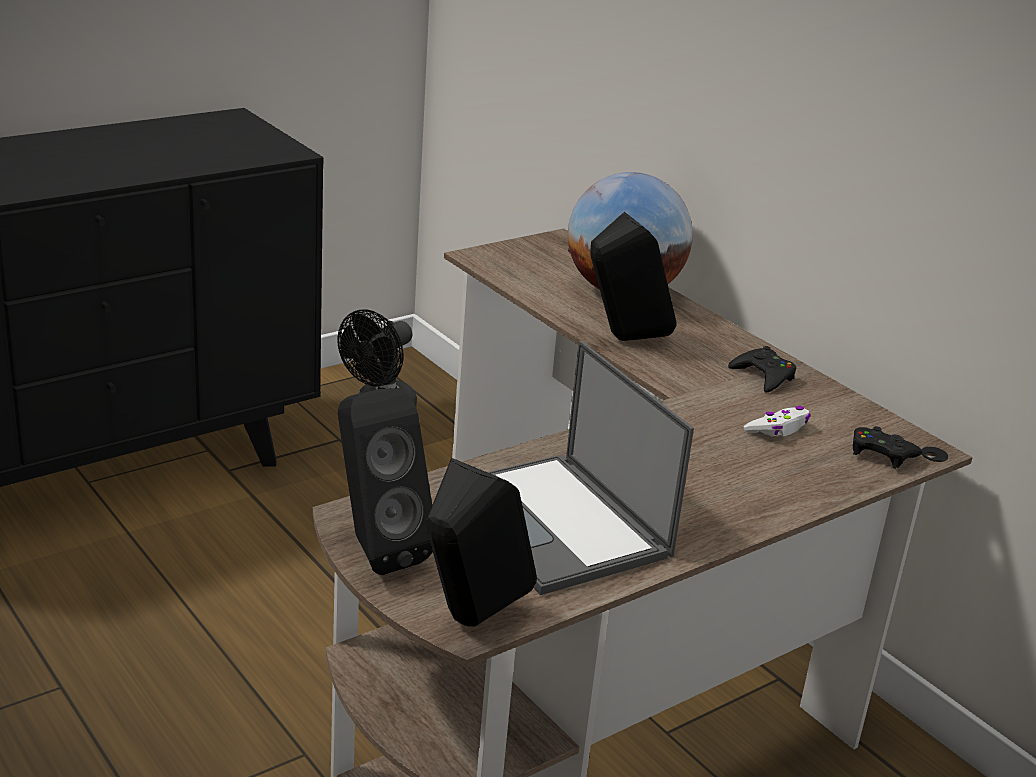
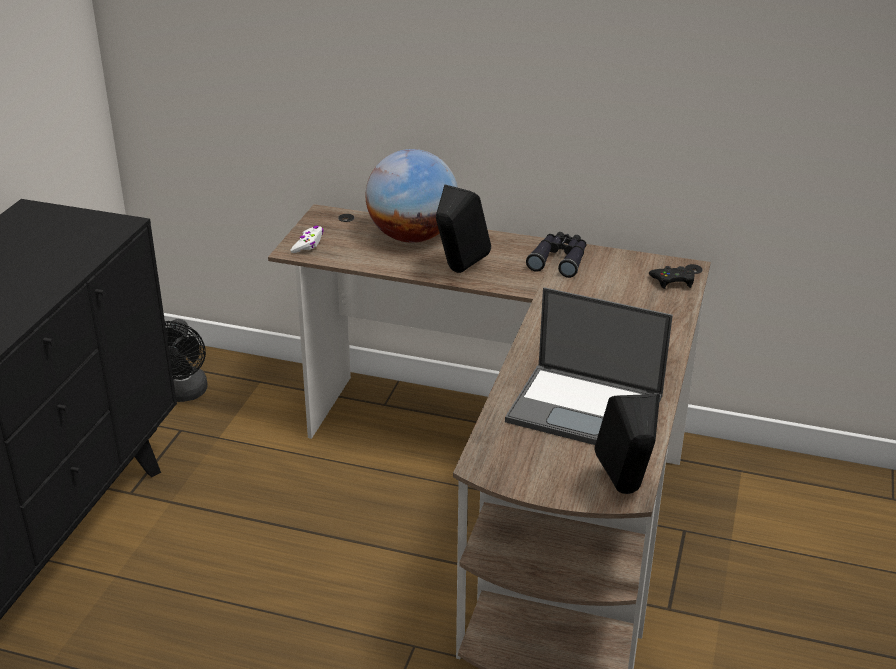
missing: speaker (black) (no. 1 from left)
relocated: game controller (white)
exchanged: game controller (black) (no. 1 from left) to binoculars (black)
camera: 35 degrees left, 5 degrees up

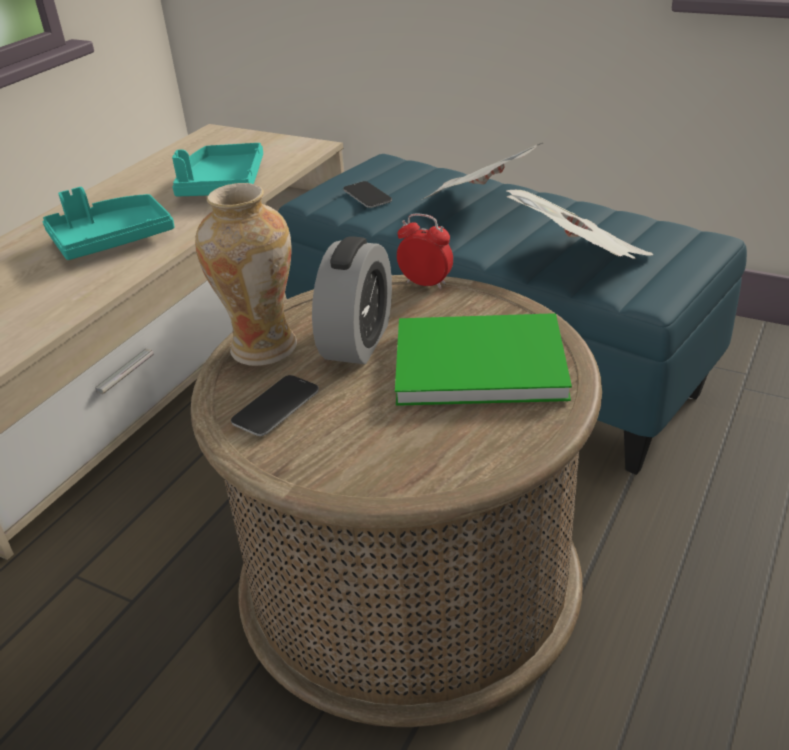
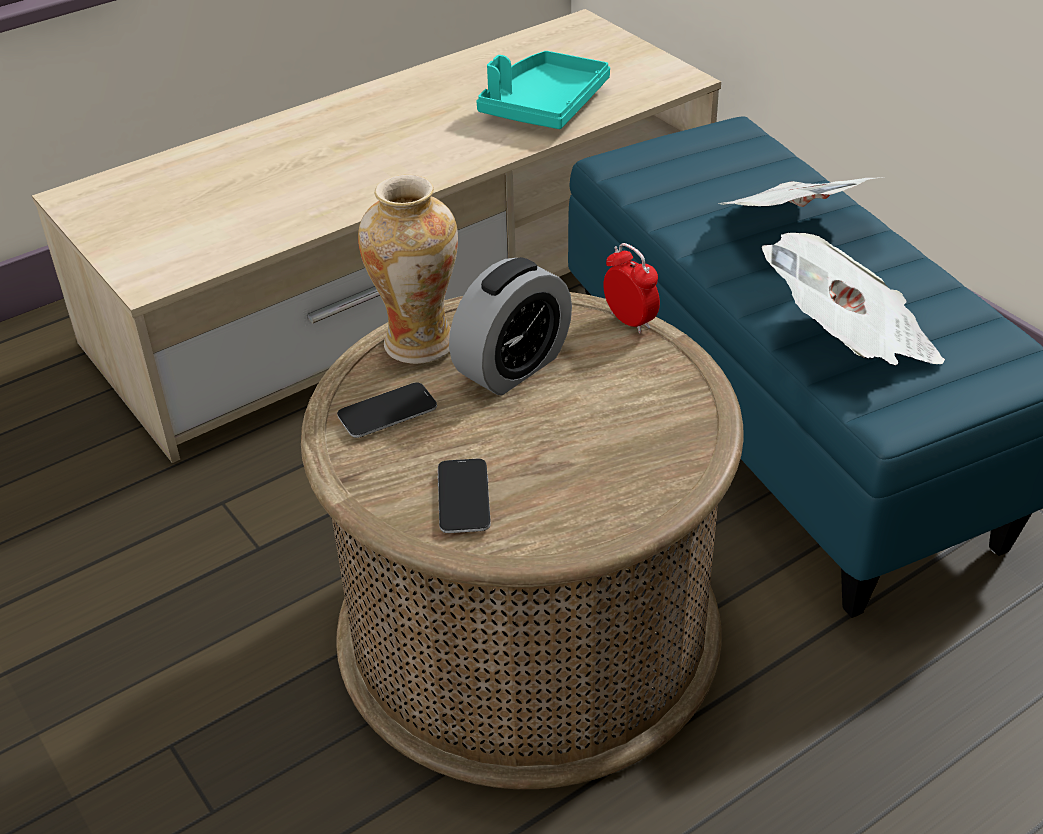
missing: tray (turquoise) (no. 1 from left); book (green)
relocated: phone (no. 2 from left)
camera: 25 degrees right, 5 degrees up

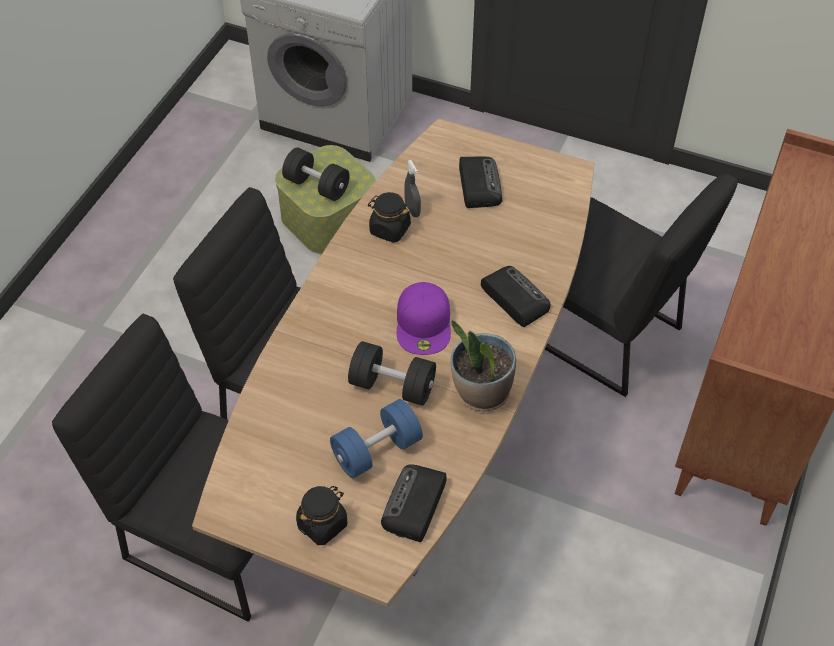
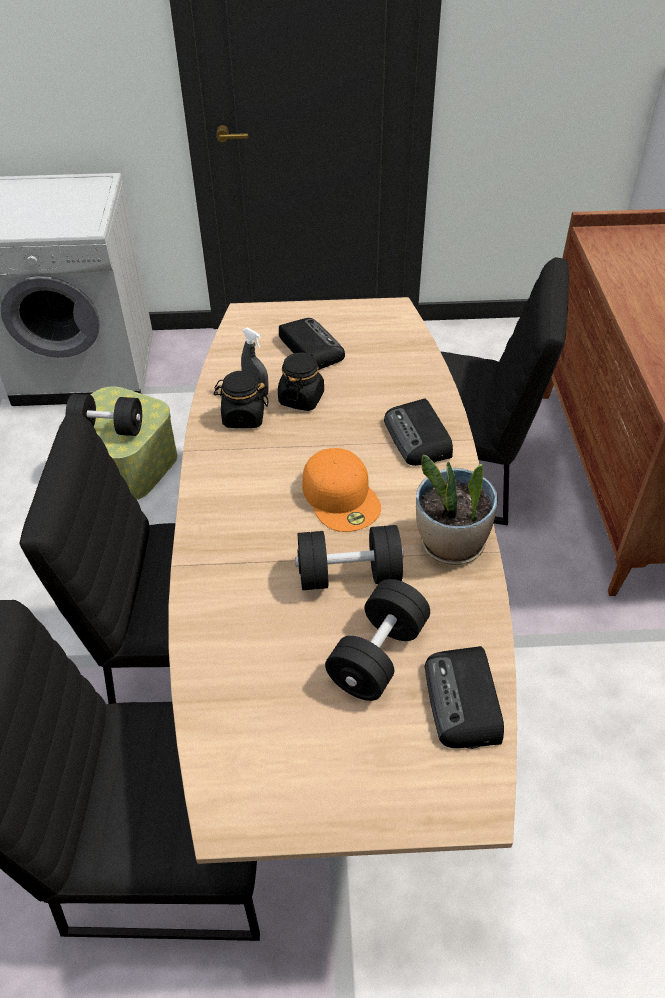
relocated: jar (black) (no. 1 from left in the first image) to jar (black) (no. 2 from left)
colour: dumbbell (blue) to dumbbell (black) (no. 3 from left); cap (purple) to cap (orange)
spun: radio (no. 3 from left in the first image) 135 degrees counterclockwise
camera: 25 degrees left, 5 degrees down

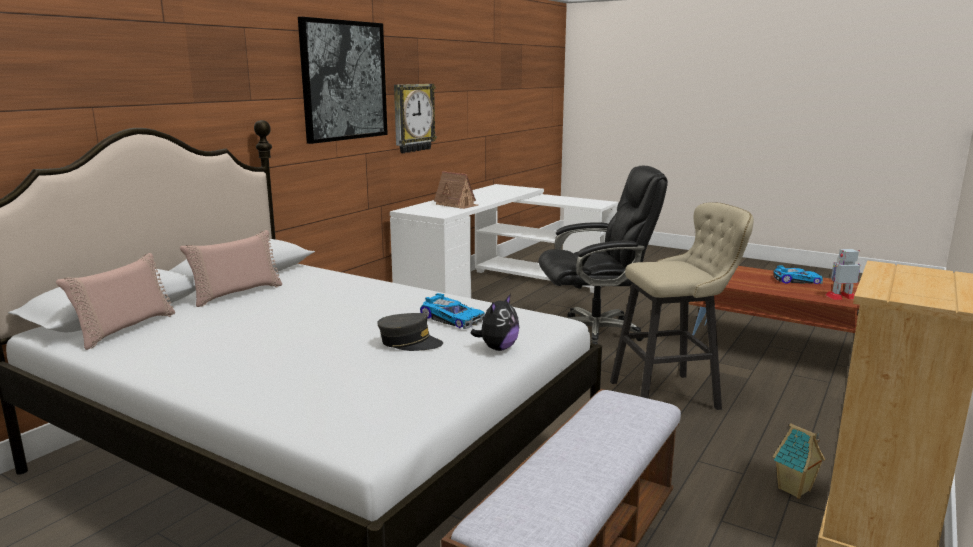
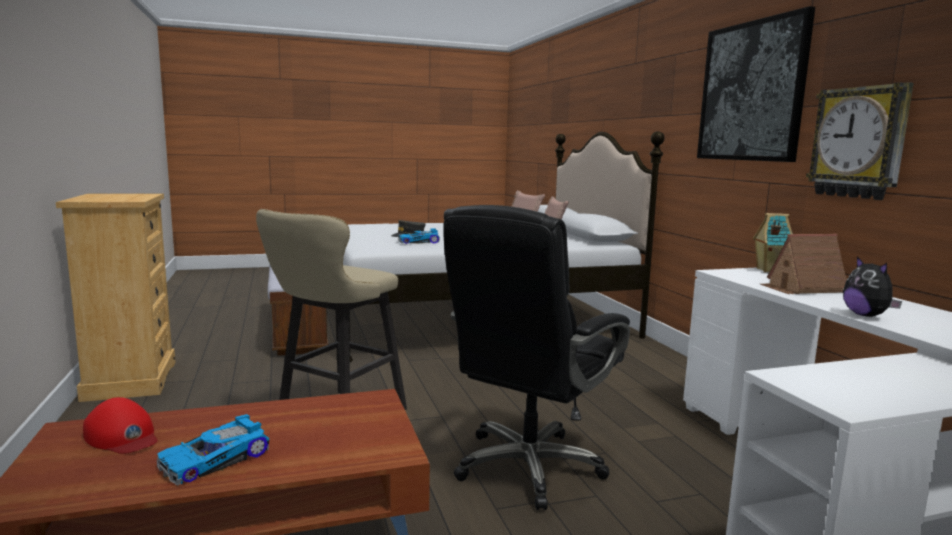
relocated: plush toy; toy house (no. 2 from left in the first image) to toy house (no. 1 from left)
exchanged: toy robot to cap (red)
camera: 130 degrees right, 5 degrees down

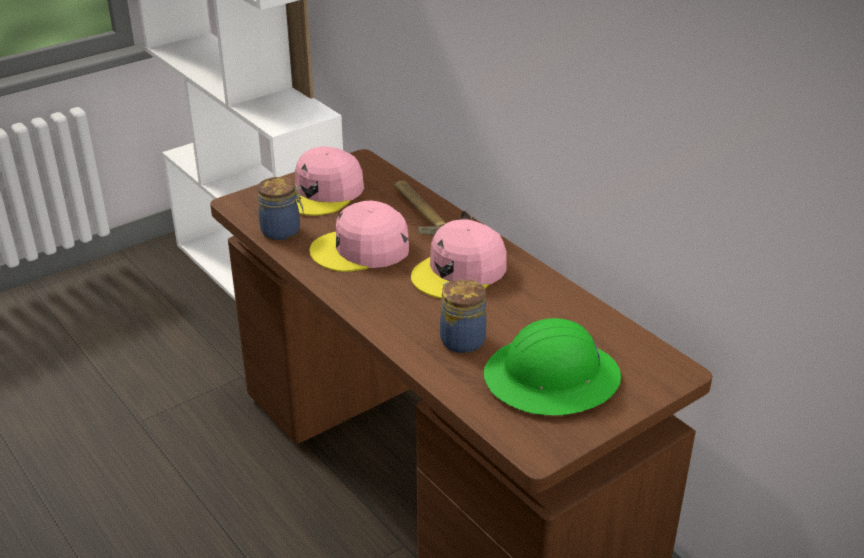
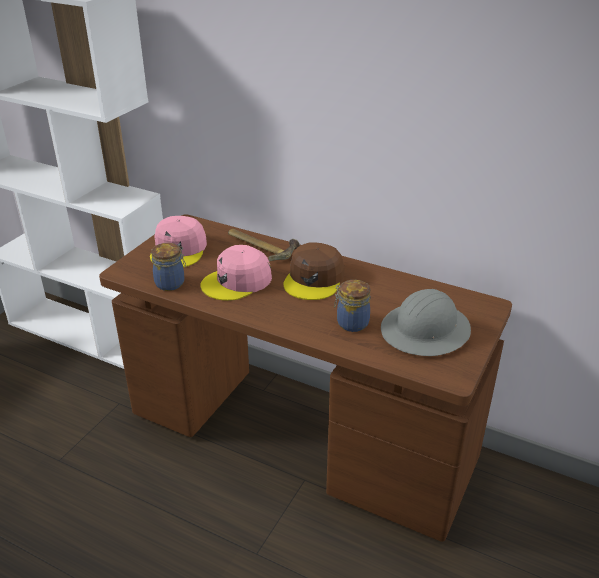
colour: cap (pink) (no. 3 from left) to cap (brown); hard hat (green) to hard hat (grey)
camera: 25 degrees left, 0 degrees up

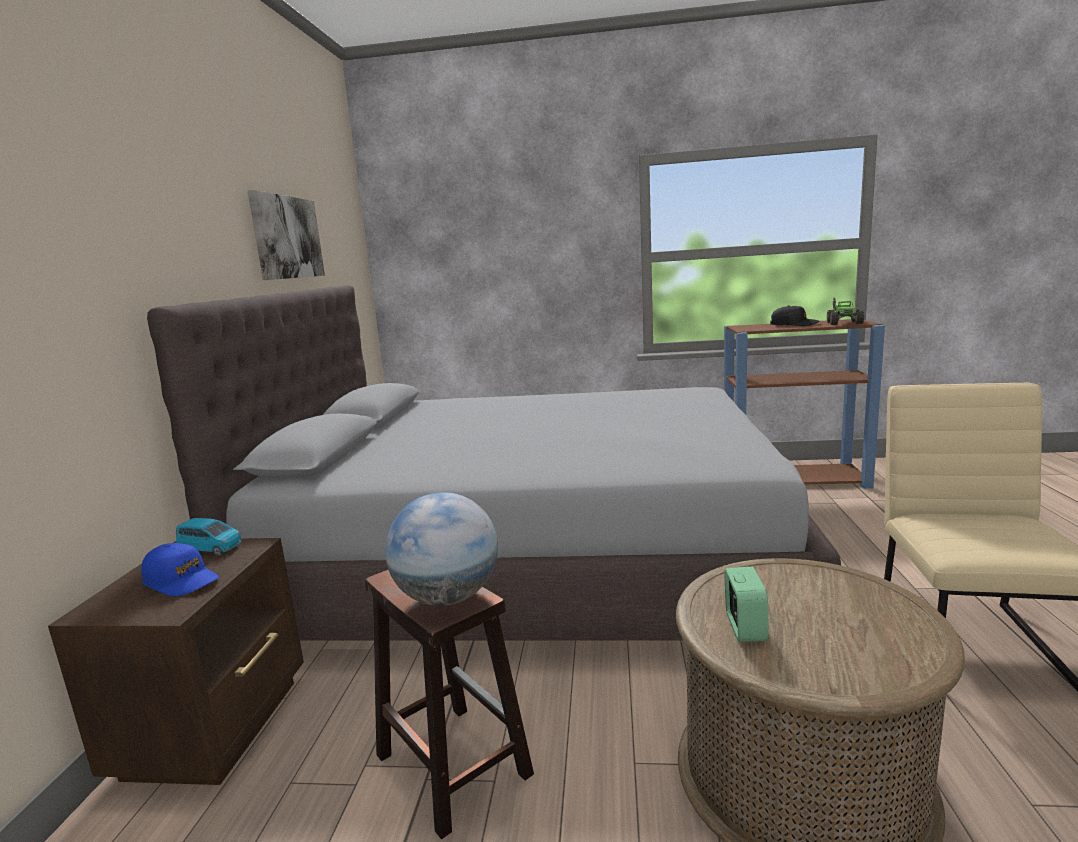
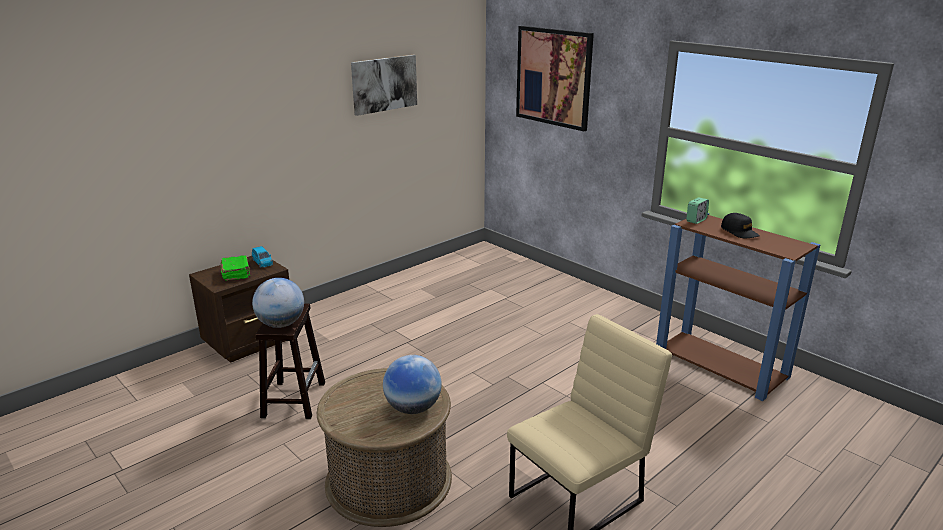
missing: bed (grey); toy truck
appeared: globe (no. 2 from left); picture (no. 2 from left)
relocated: alarm clock
exchanged: cap (blue) to book (green)
camera: 40 degrees right, 10 degrees up

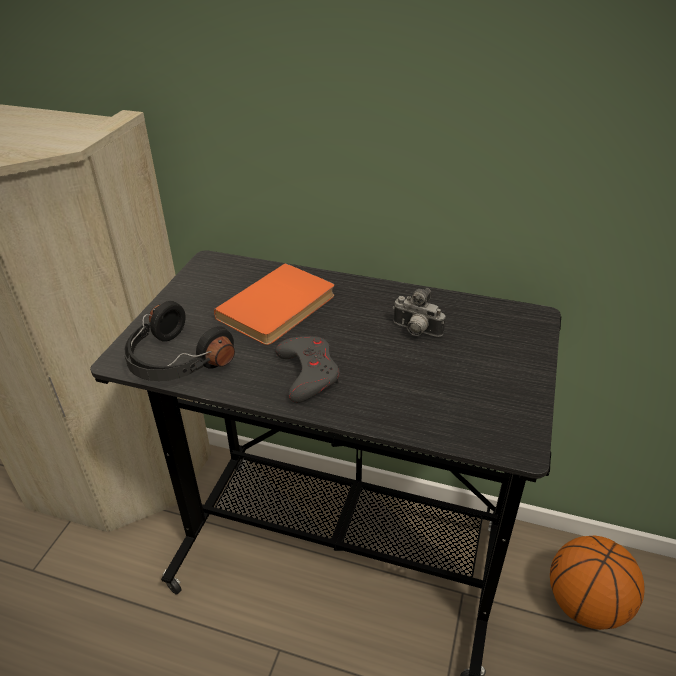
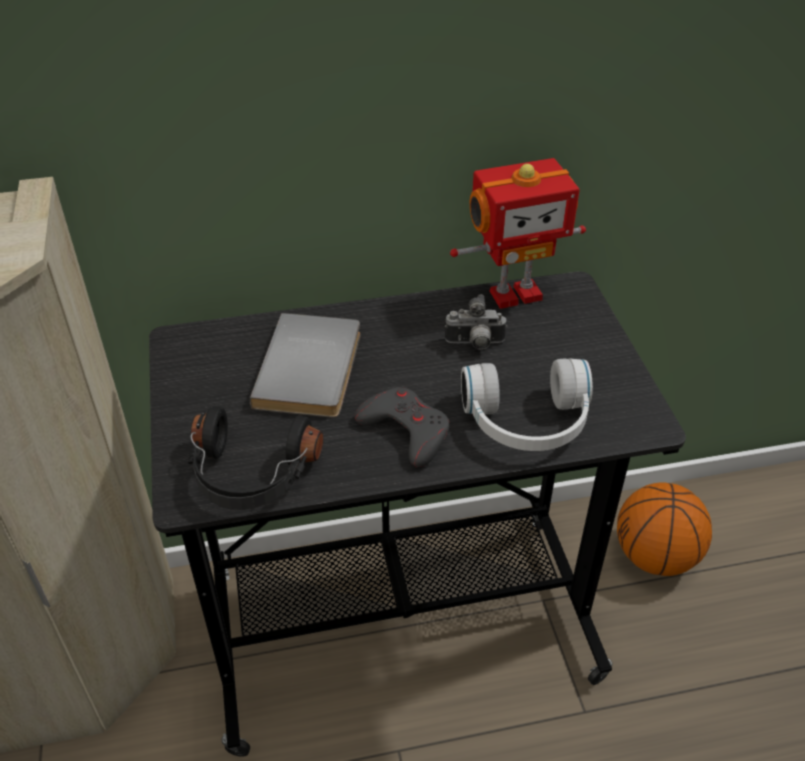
appeared: toy robot; headphones (white)
colour: book (orange) to book (grey)
camera: 30 degrees left, 5 degrees up

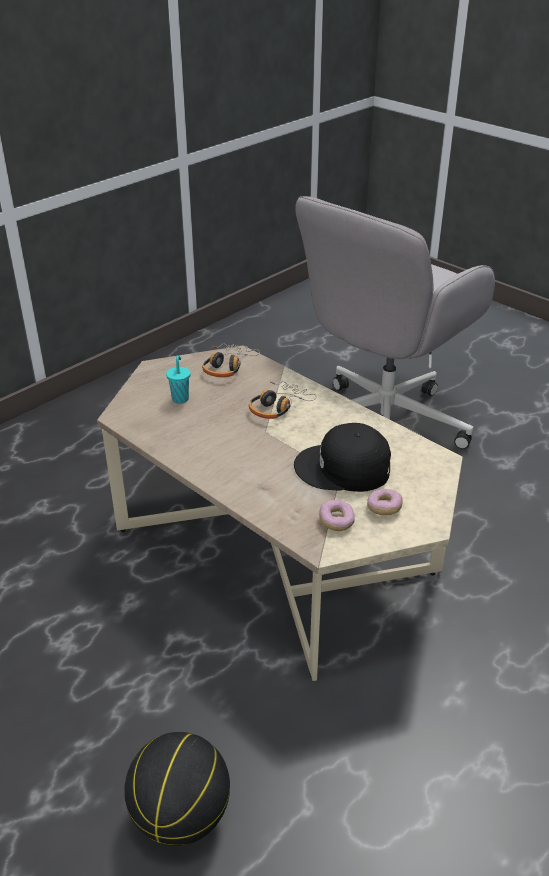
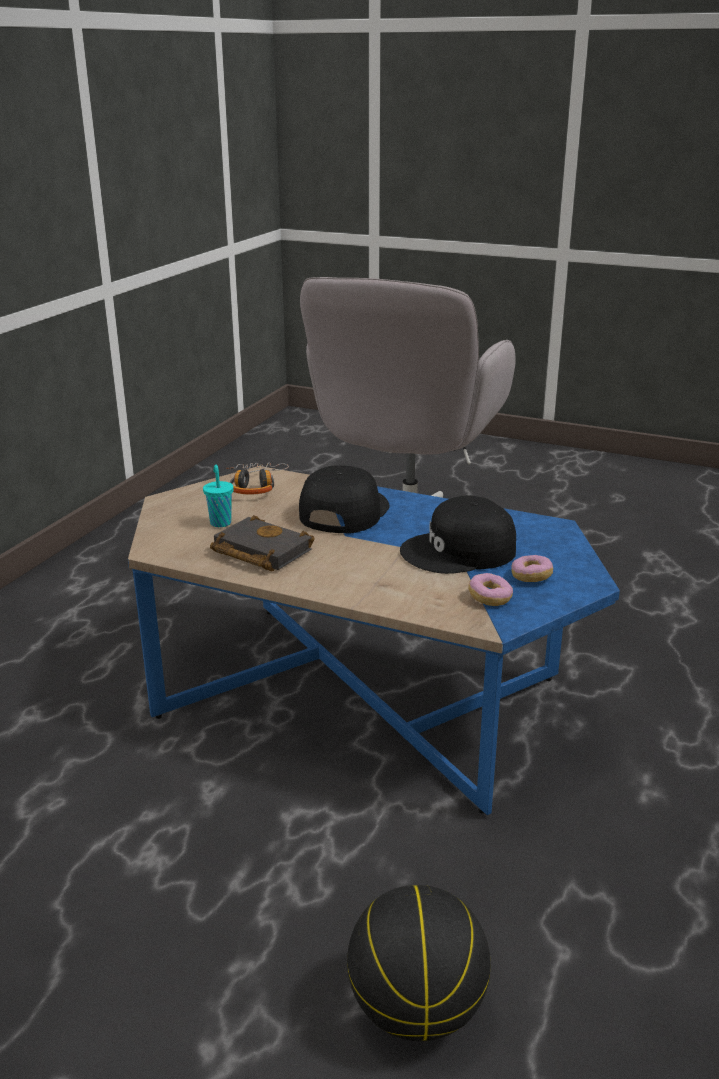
appeared: book (black)
exchanged: headphones (no. 2 from left) to cap (black) (no. 1 from left)
colour: coffee table (beige) to coffee table (blue)
camera: 20 degrees left, 10 degrees down

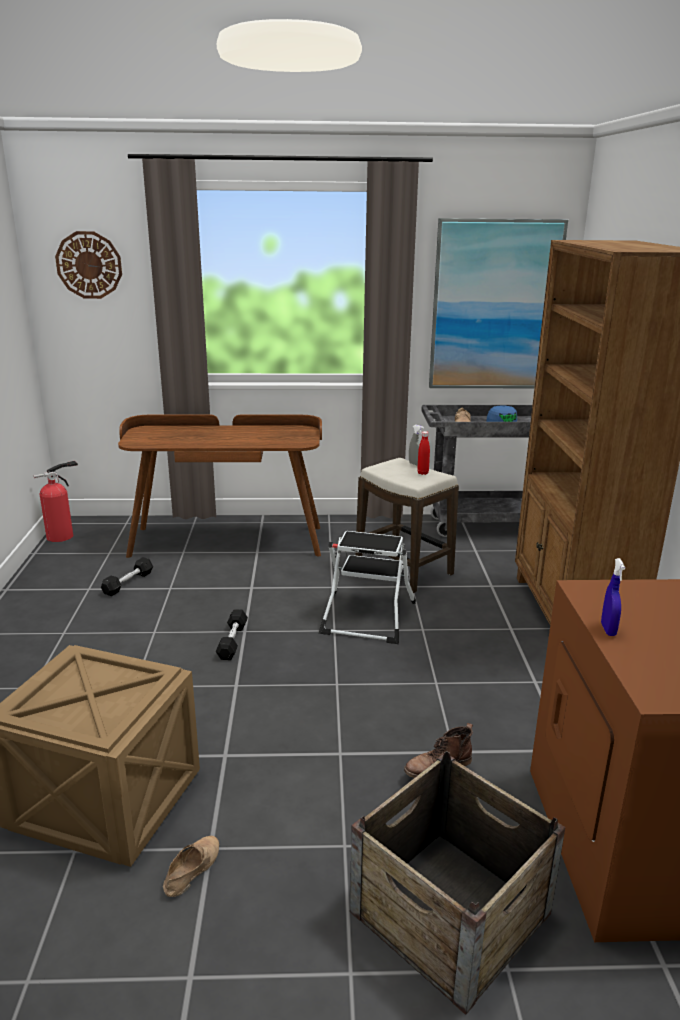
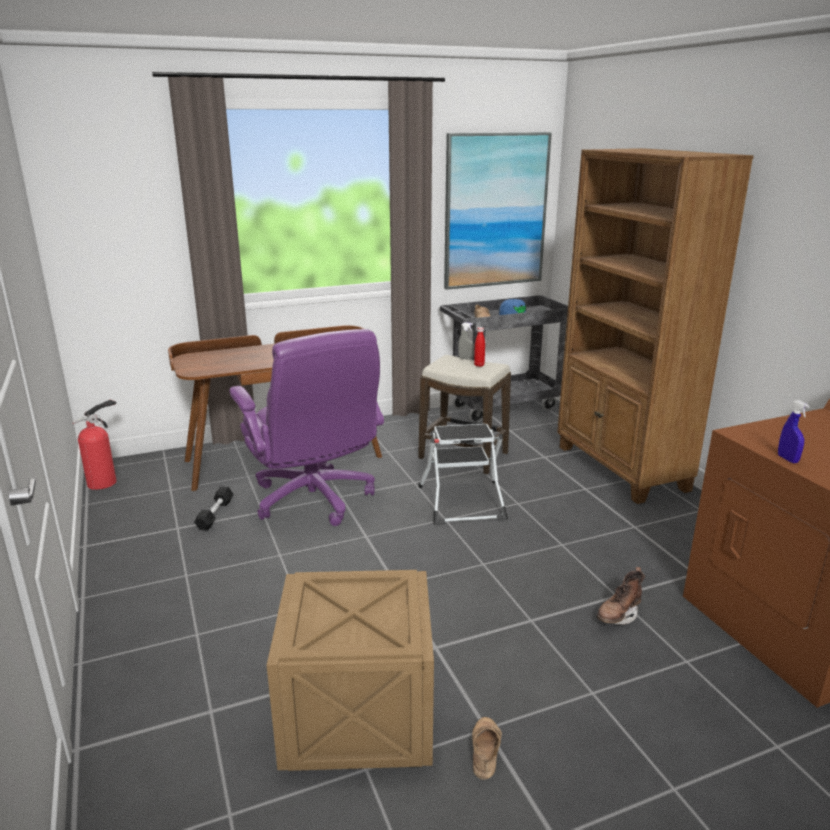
missing: wall clock; dumbbell (black) (no. 2 from left); crate (no. 2 from left)
appeared: office chair (purple)
camera: 20 degrees left, 0 degrees up

